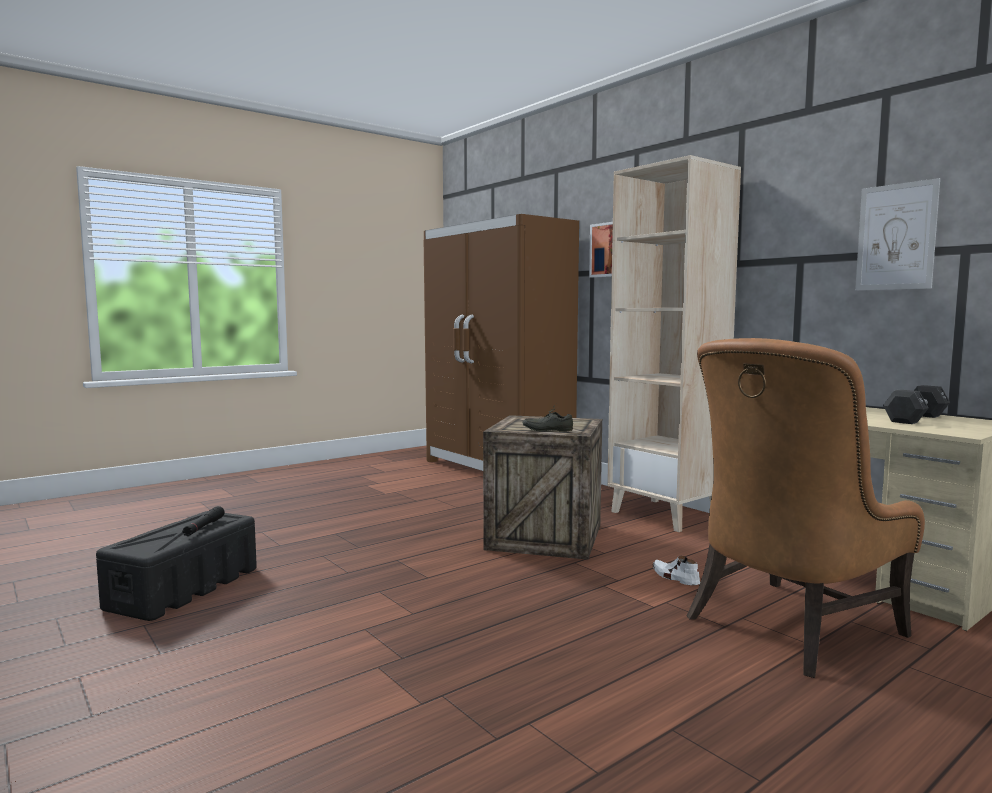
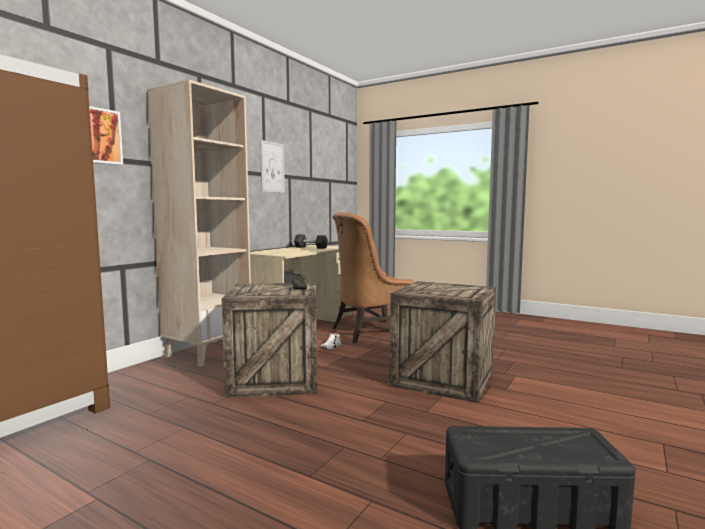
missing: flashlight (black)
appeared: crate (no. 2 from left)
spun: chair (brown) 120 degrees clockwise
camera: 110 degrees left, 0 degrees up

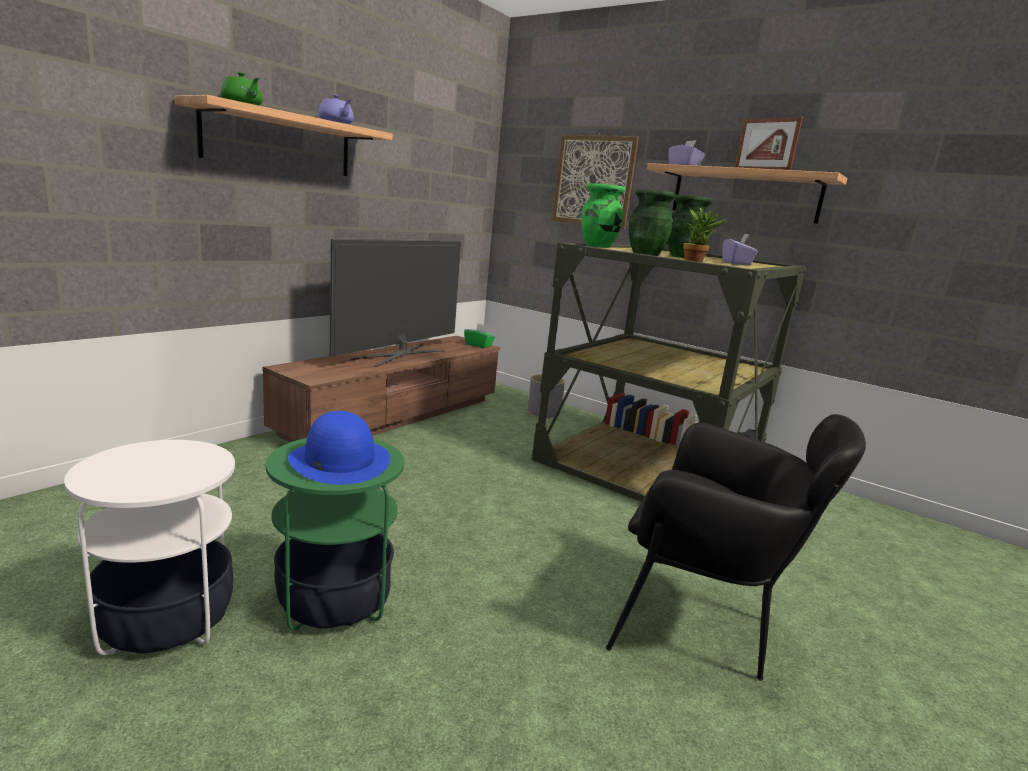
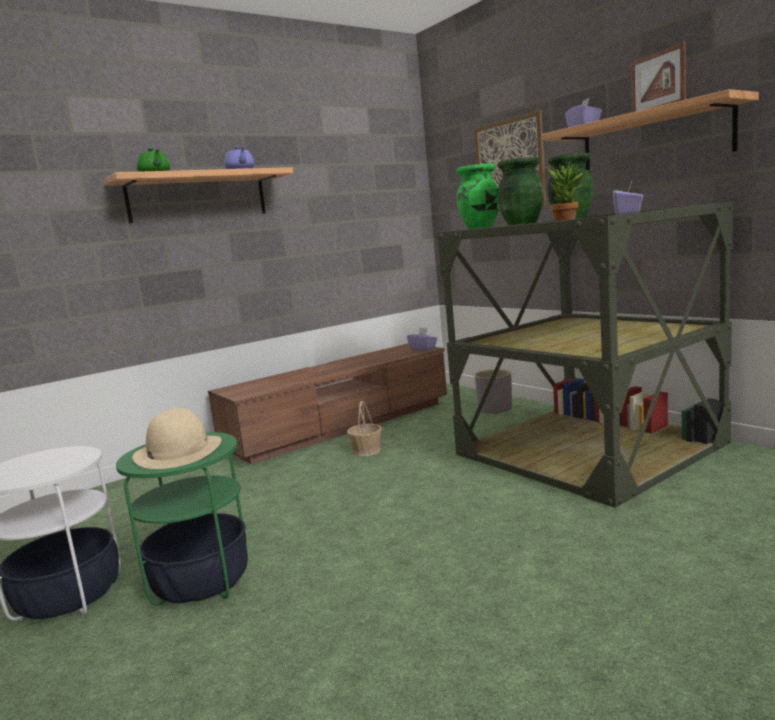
missing: television; armchair (black)
appeared: basket
colour: hat (blue) to hat (beige); tissue box (green) to tissue box (purple) (no. 1 from left)
camera: 20 degrees right, 5 degrees down

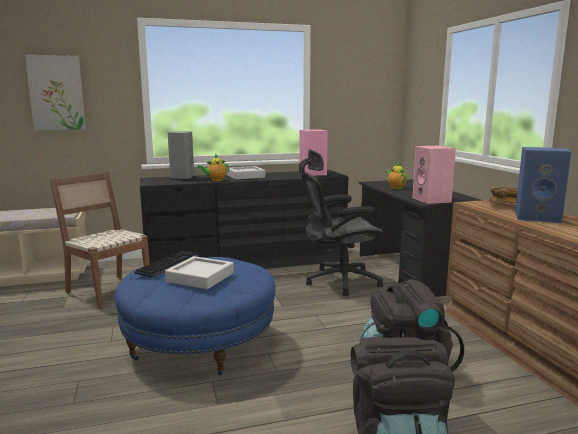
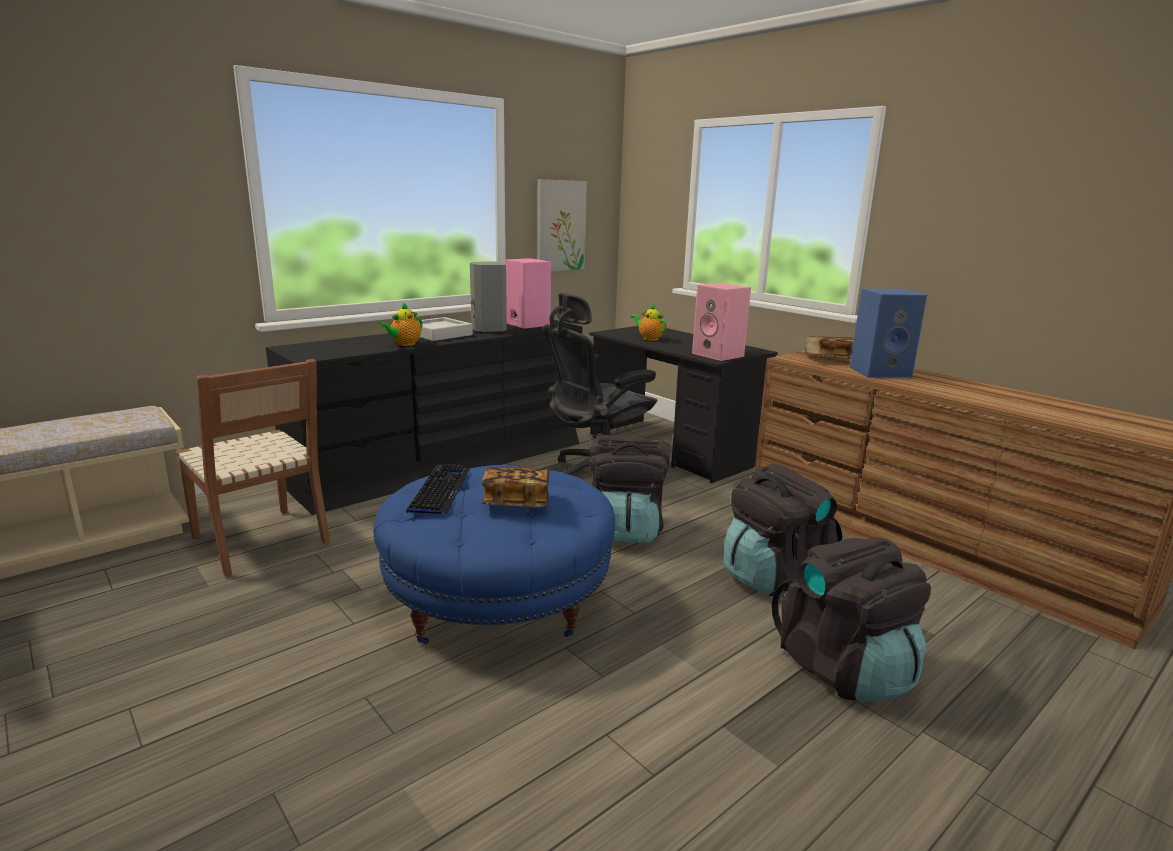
appeared: backpack (black) (no. 1 from left)
relocated: picture; speaker (grey)
exchanged: tray (grey) (no. 1 from left) to book (no. 1 from left)
spun: chair 150 degrees counterclockwise
camera: 25 degrees left, 5 degrees up

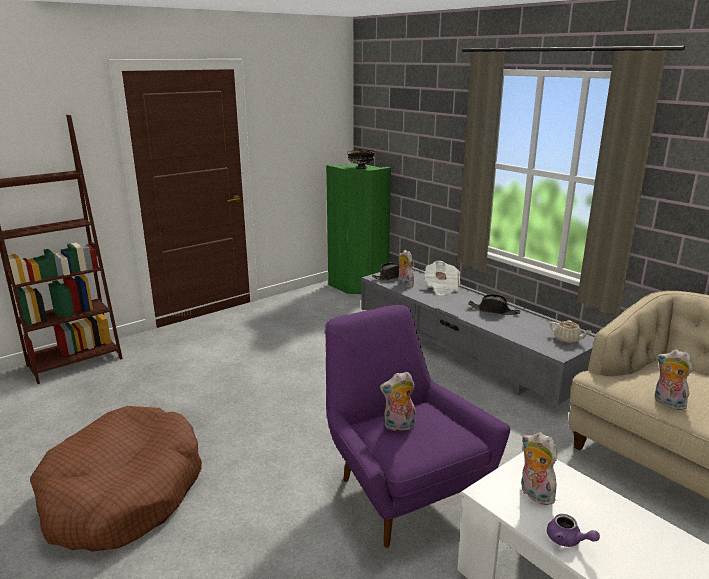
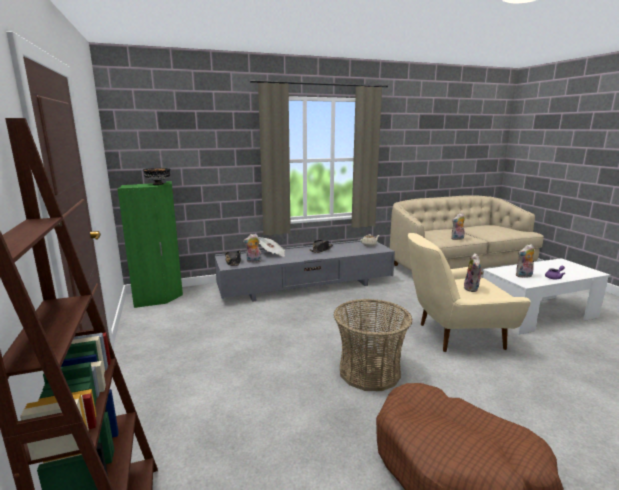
appeared: basket
colour: armchair (purple) to armchair (beige)
camera: 70 degrees left, 5 degrees down

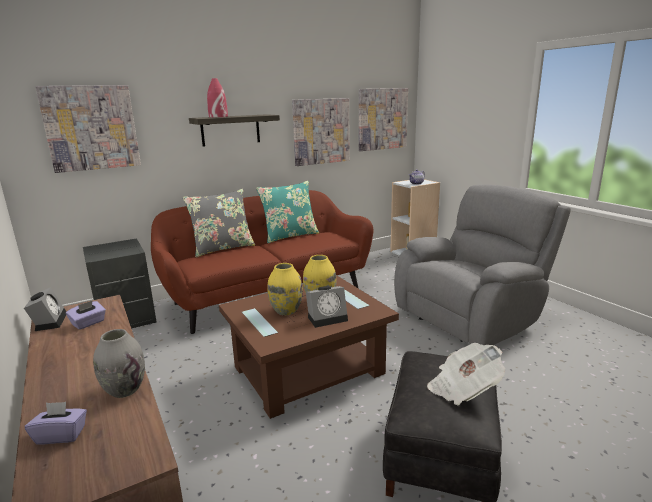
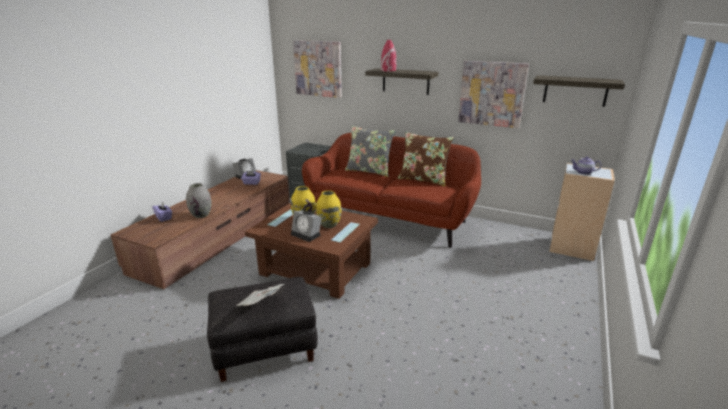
missing: armchair (grey)
exchanged: picture (no. 3 from left) to shelf (no. 2 from left)
colour: pillow (turquoise) to pillow (brown)
camera: 55 degrees right, 5 degrees up

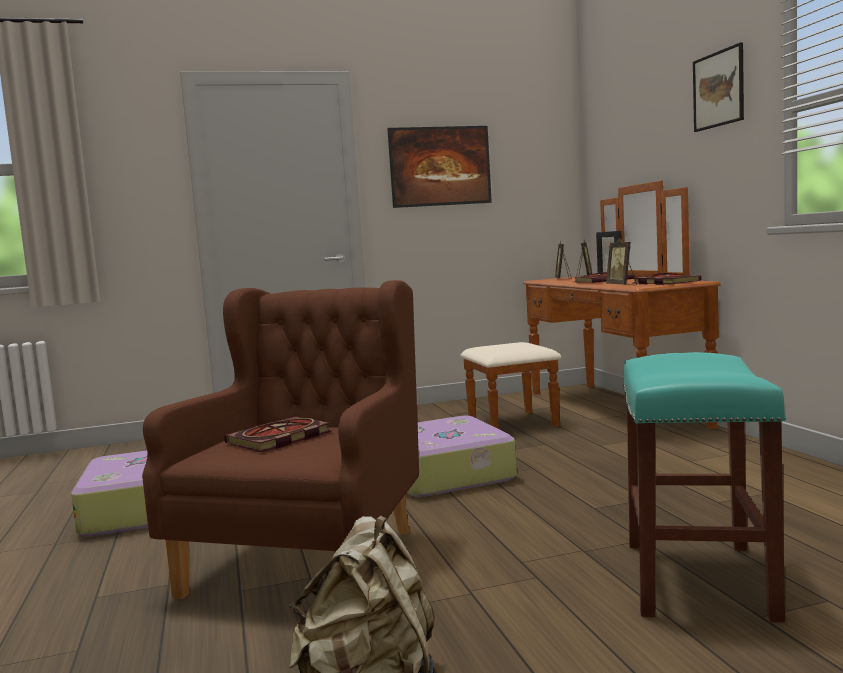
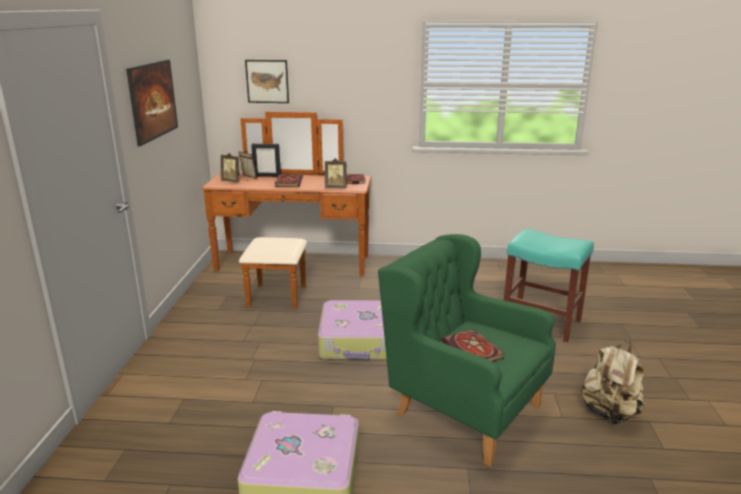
relocated: picture (no. 2 from left)
colour: armchair (brown) to armchair (green)
camera: 70 degrees left, 15 degrees up

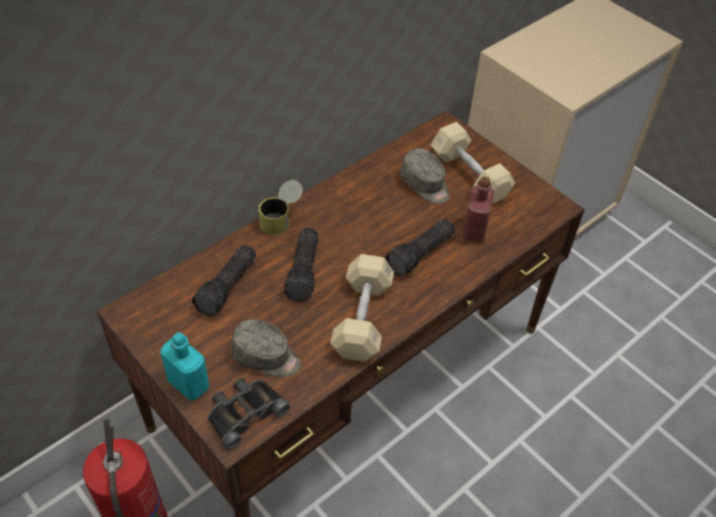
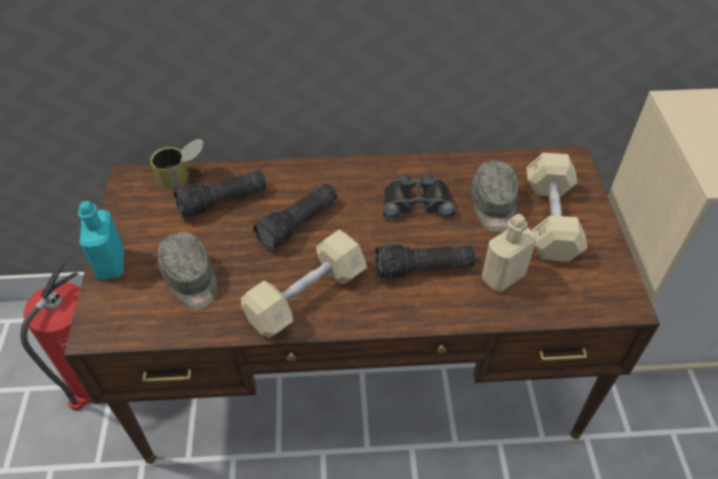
relocated: binoculars (black); can
colour: bottle (red) to bottle (beige)
camera: 40 degrees right, 0 degrees up

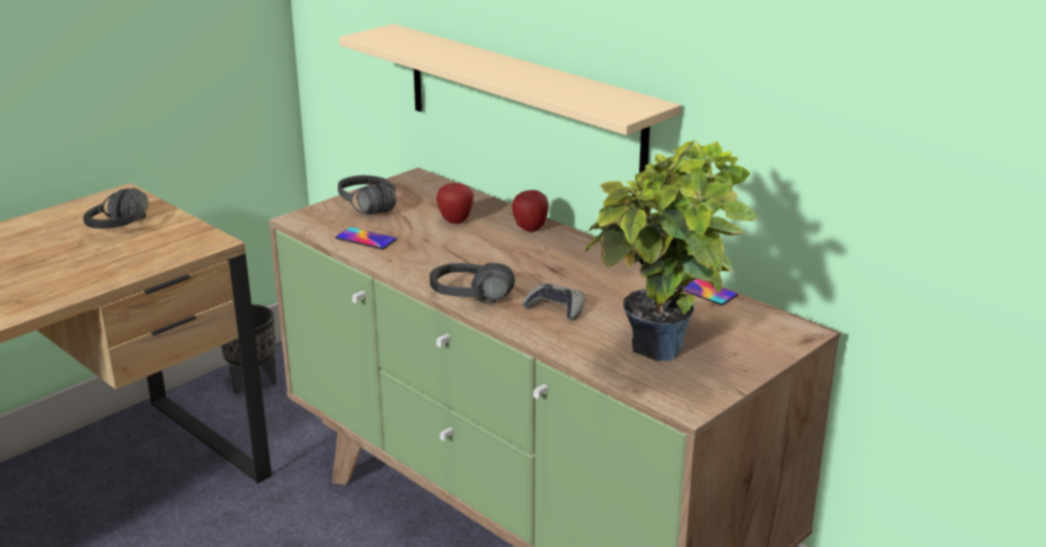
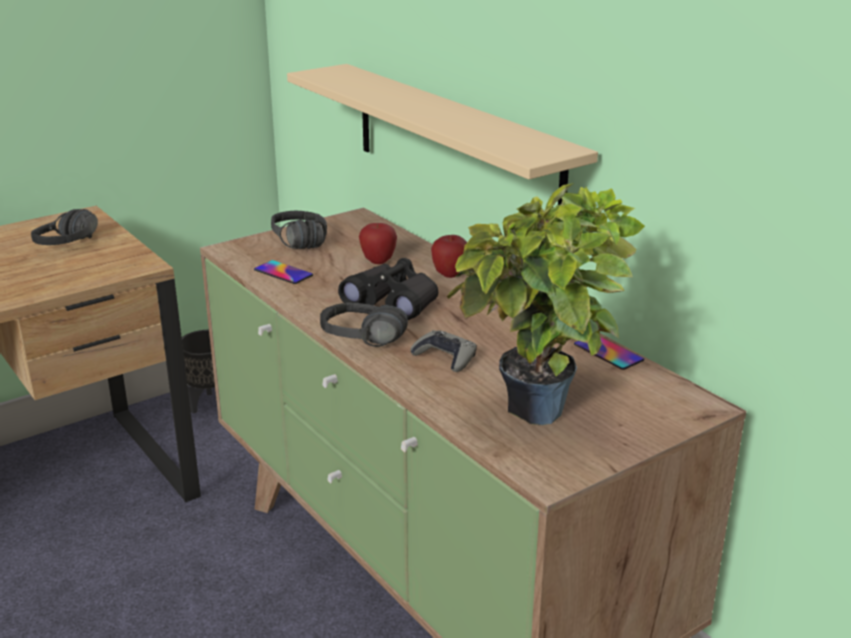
appeared: binoculars (black)
camera: 10 degrees right, 0 degrees up

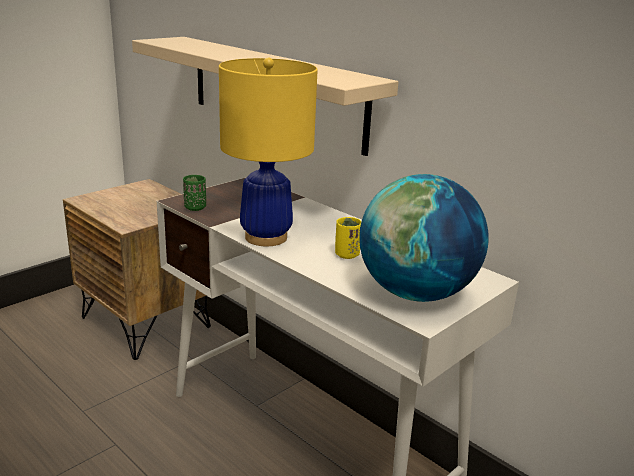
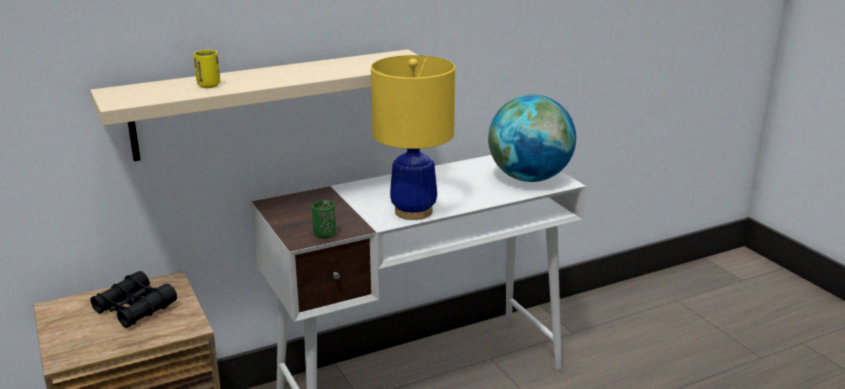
appeared: binoculars (black)
relocated: cup (yellow)
camera: 70 degrees left, 0 degrees up

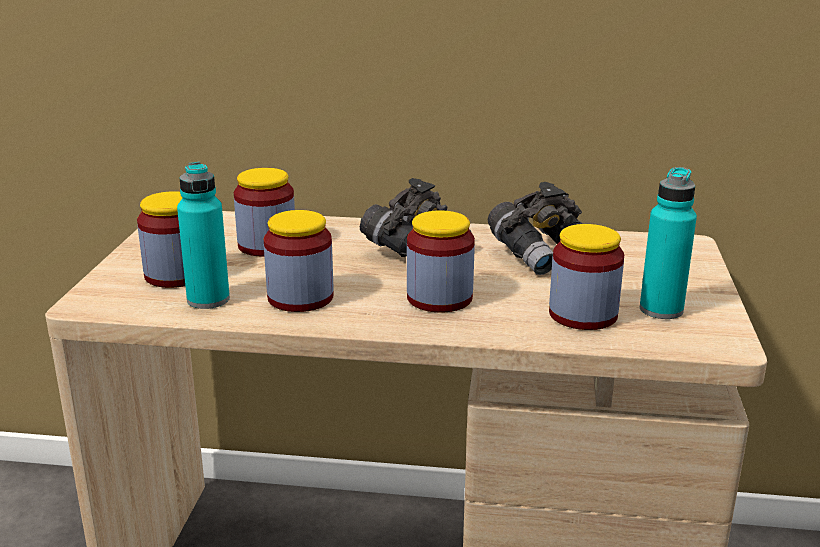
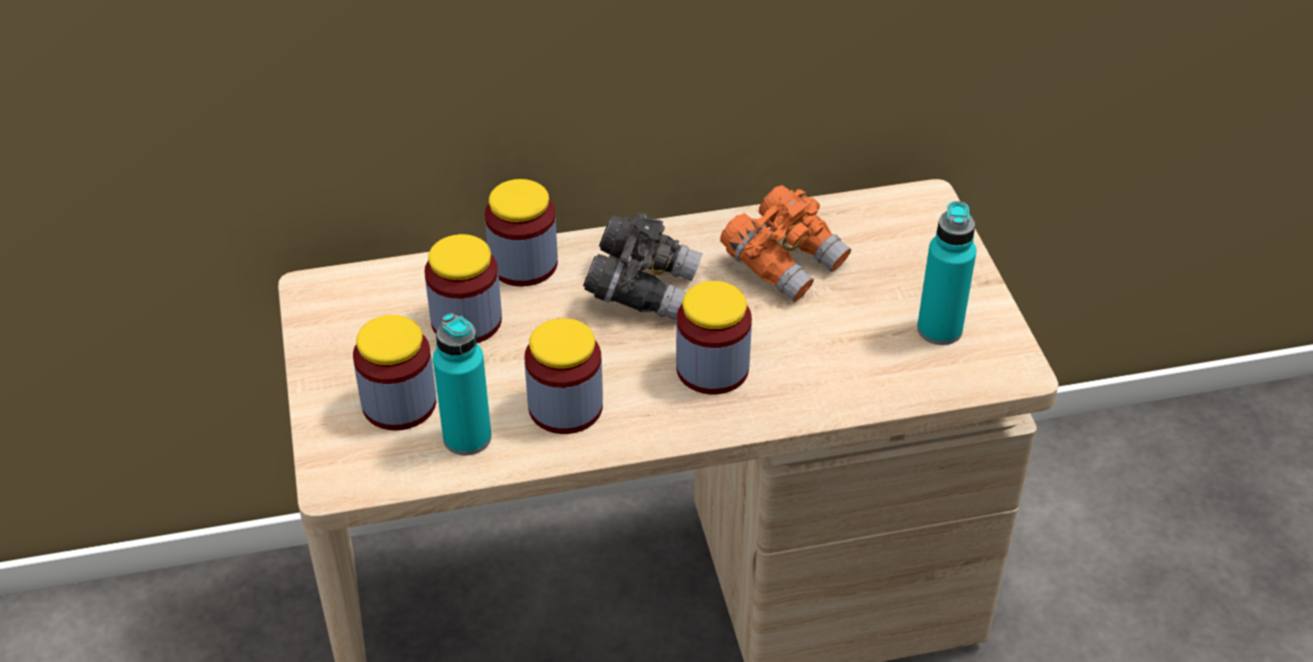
relocated: jar (no. 5 from left in the first image) to jar (no. 3 from left)
colour: binoculars (grey) (no. 2 from left) to binoculars (orange)
camera: 20 degrees left, 20 degrees up

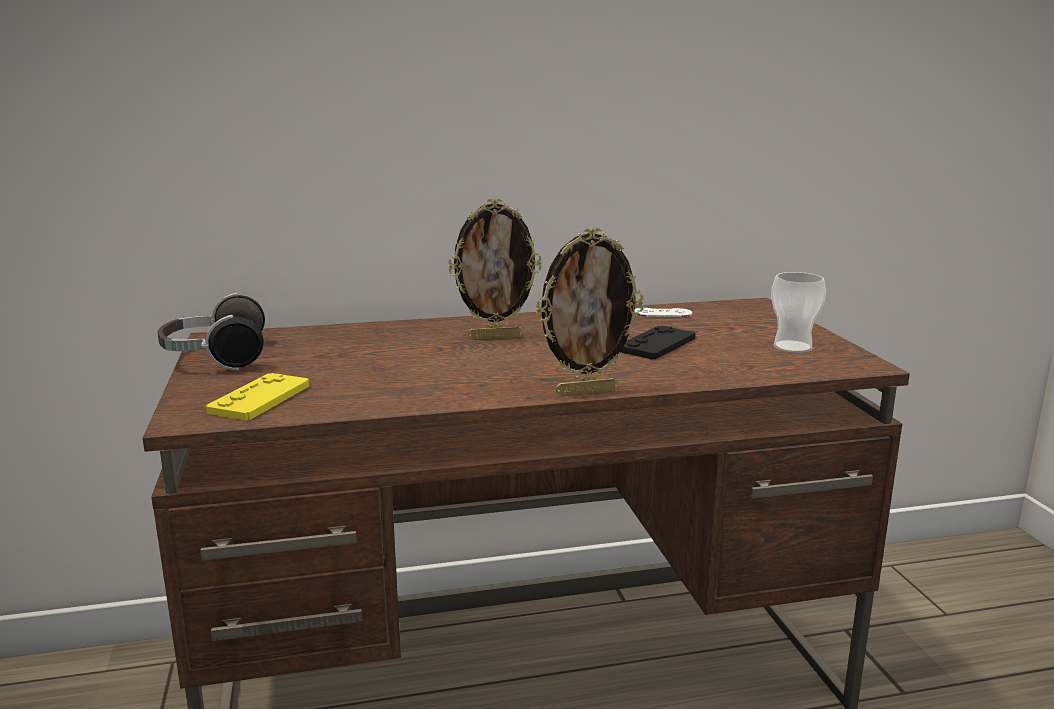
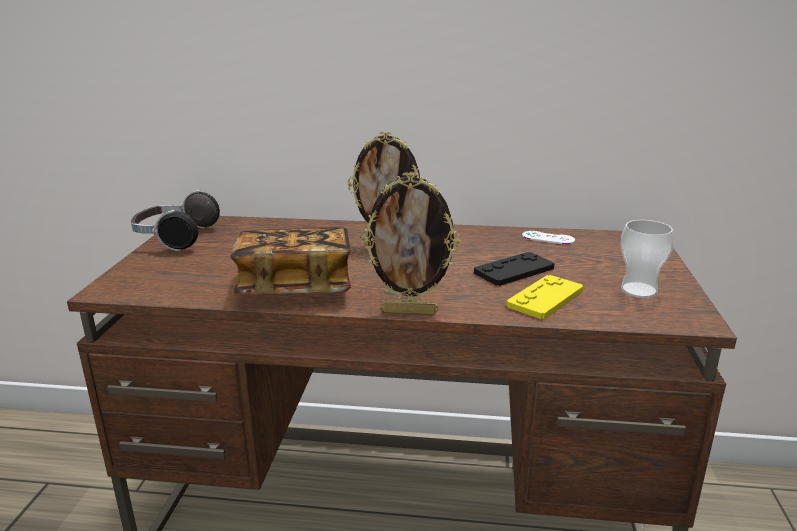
appeared: book
relocated: game controller (yellow)
camera: 20 degrees right, 5 degrees up

